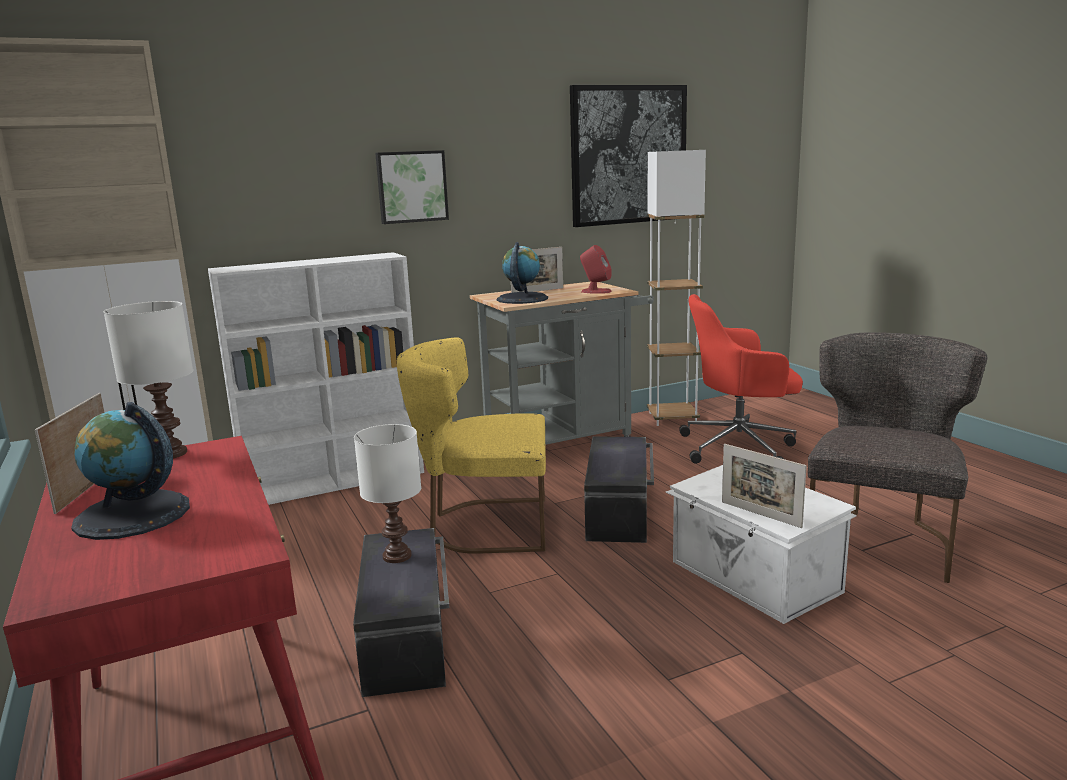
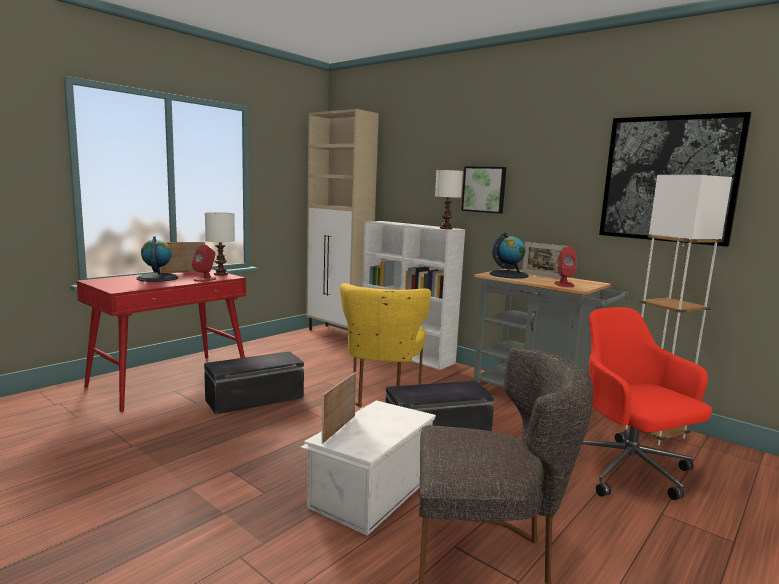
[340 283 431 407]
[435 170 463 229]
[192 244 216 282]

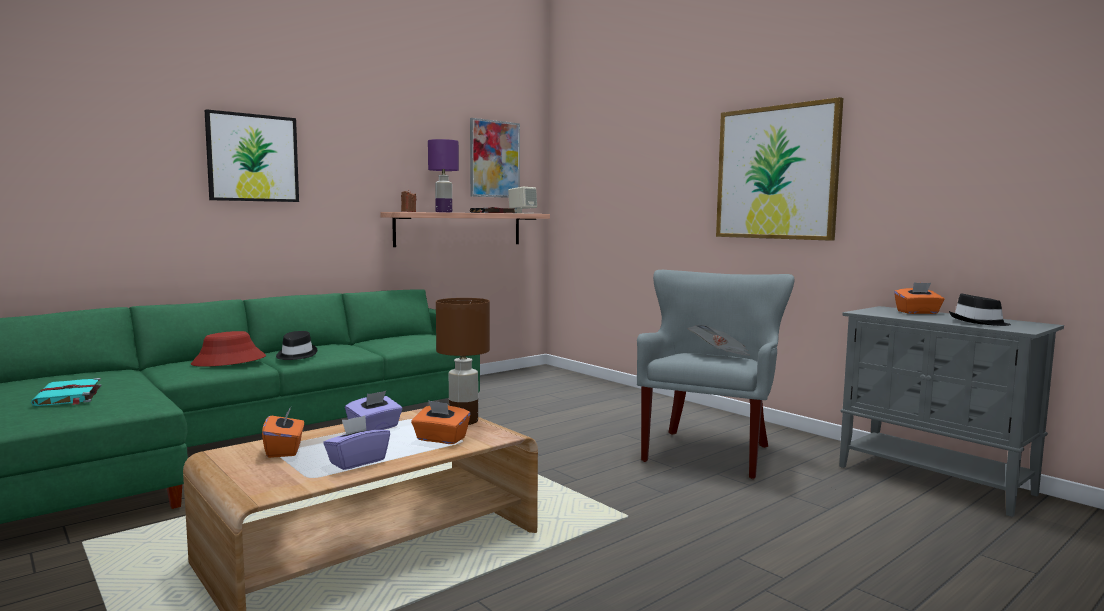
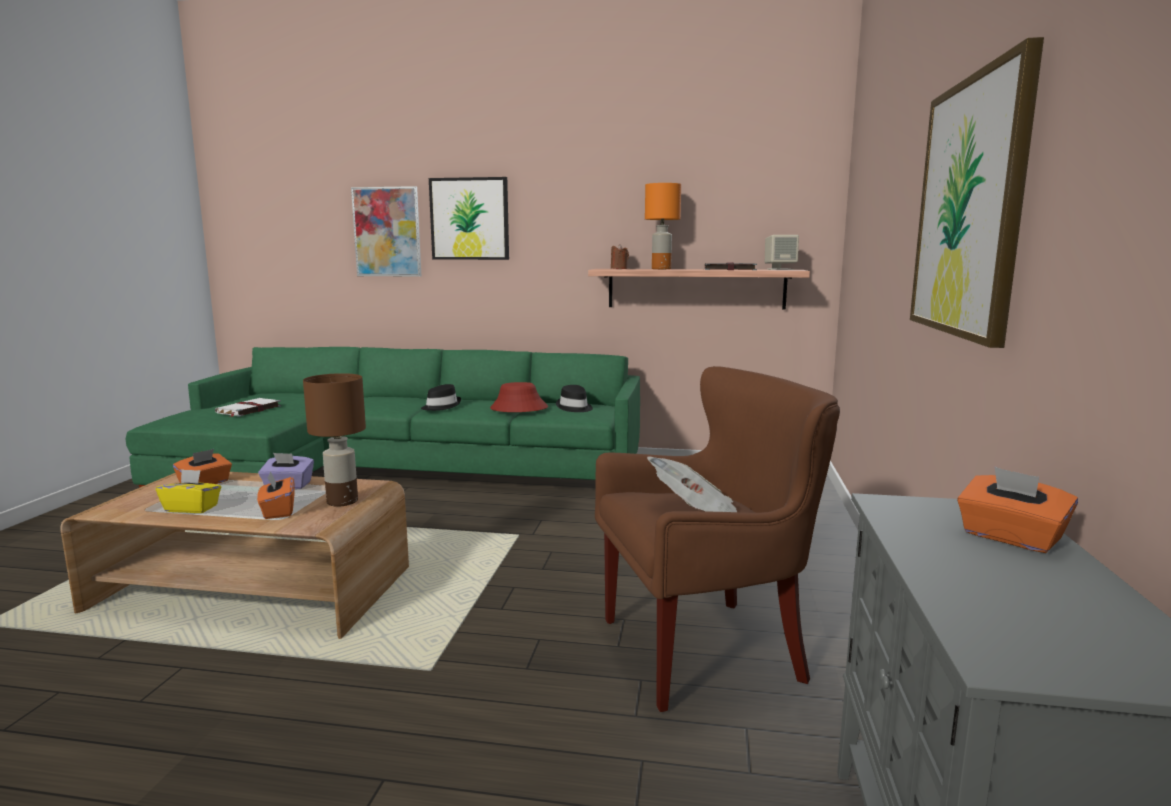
[351 186 421 277]
[645 183 681 269]
[595 366 840 712]
[556 385 593 412]
[490 382 548 412]
[215 398 281 417]
[156 469 221 513]

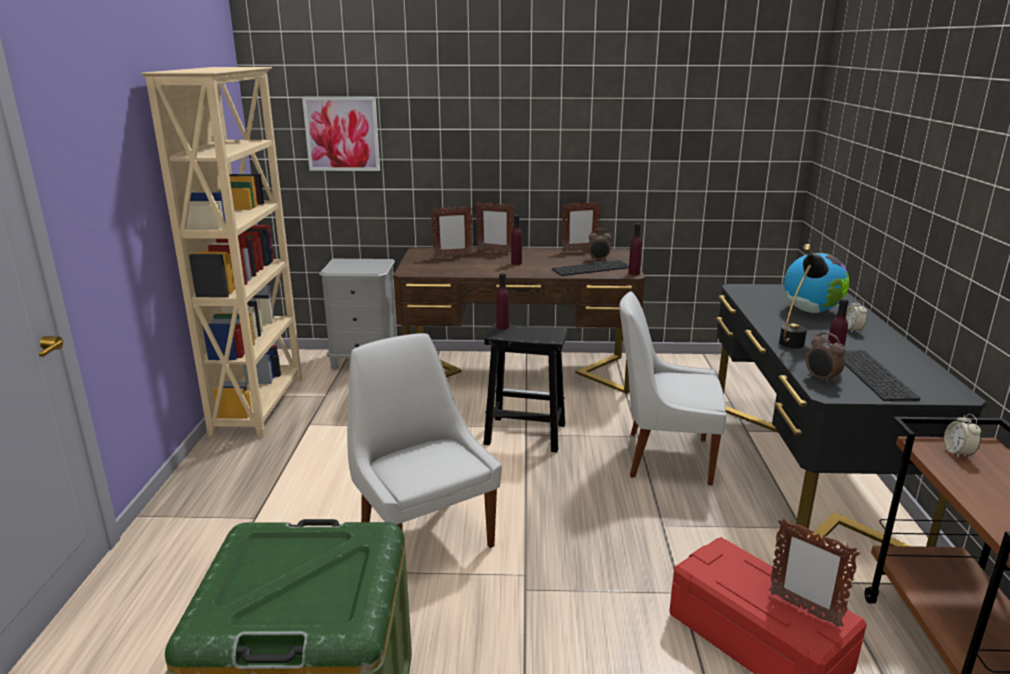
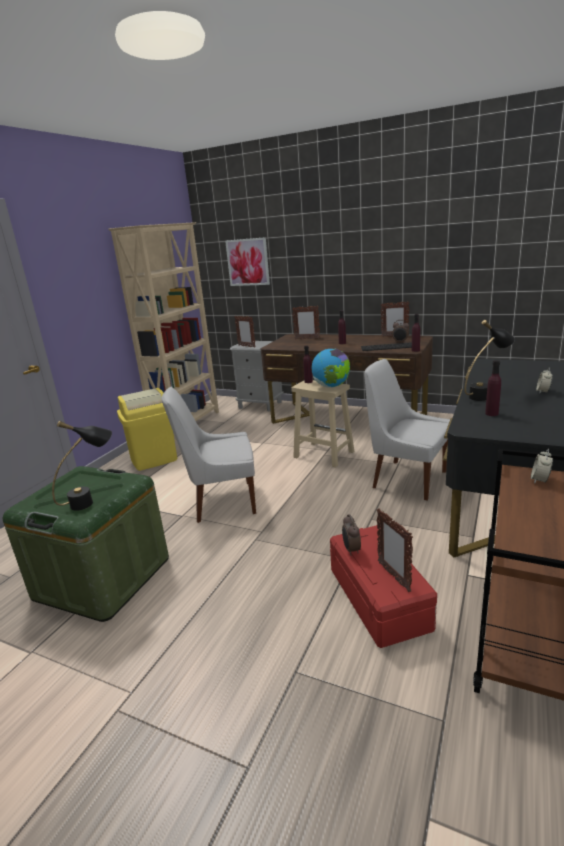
[235 316 256 348]
[312 349 350 388]
[291 380 354 467]
[342 514 361 556]
[162 387 256 523]
[844 350 920 401] (first image)
[117 388 177 471]
[52 421 112 511]

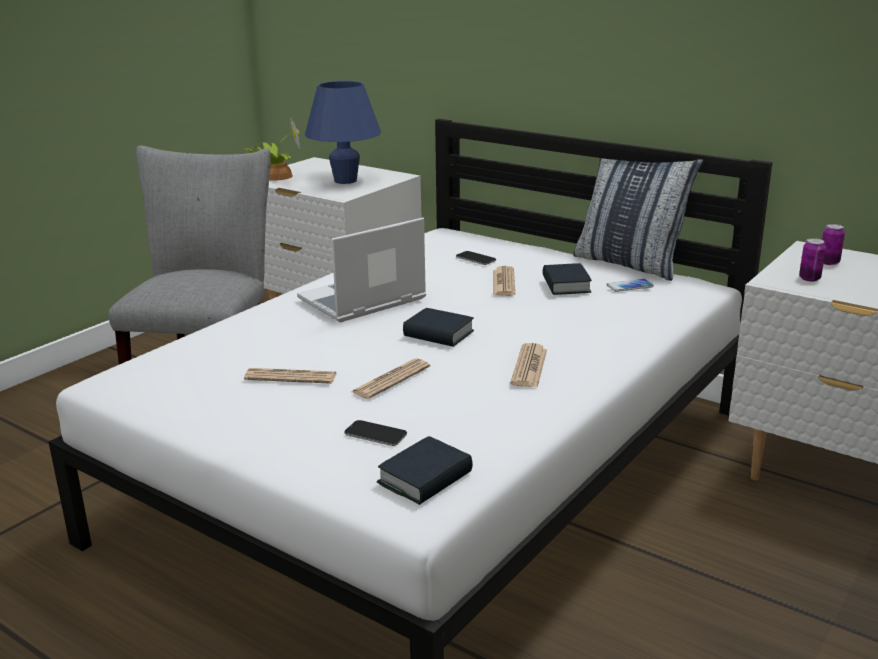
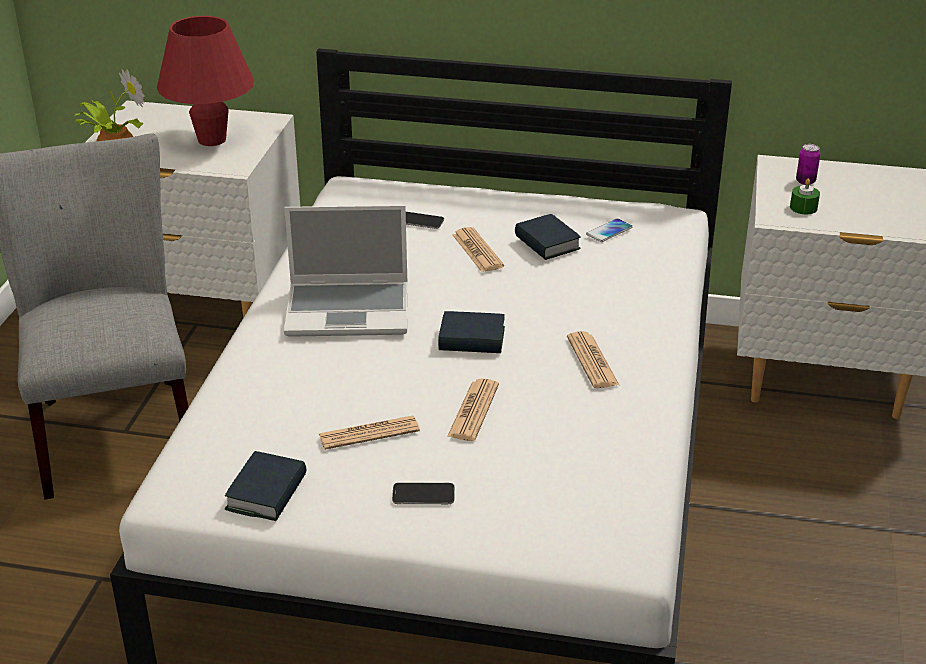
[157 16 254 146]
[573 158 703 281] (first image)
[284 205 408 337]
[790 179 820 214]
[392 483 455 504]
[225 451 307 521]

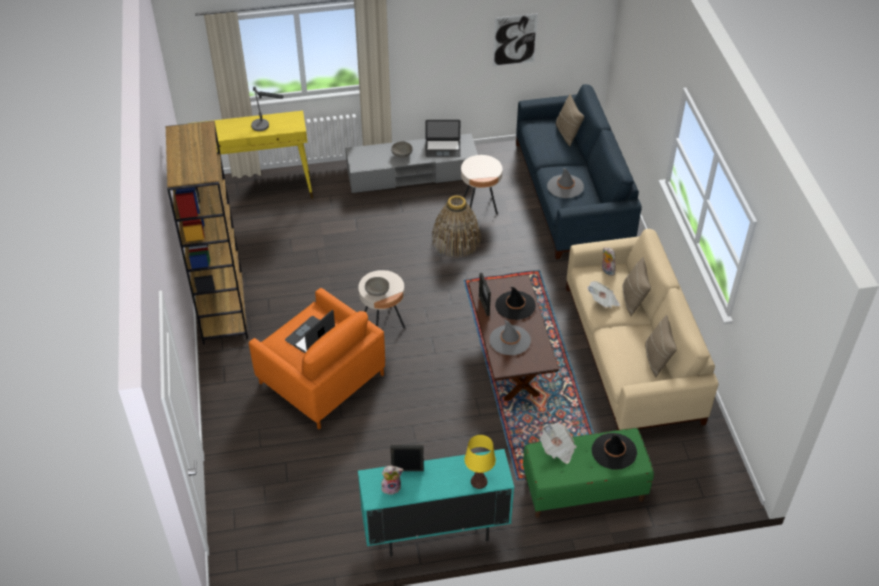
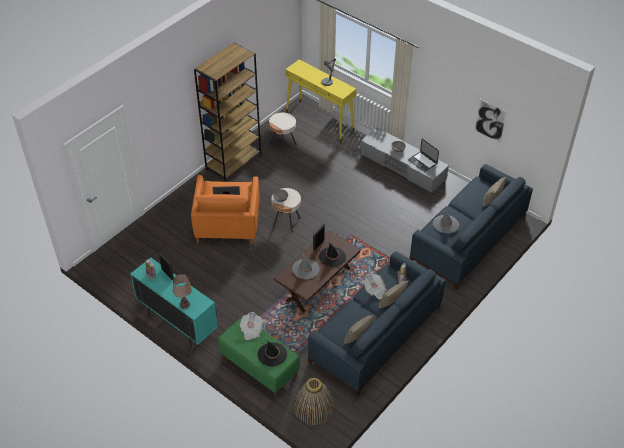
[269 112 297 155]
[294 378 334 426]
[308 251 446 397]
[173 274 192 309]

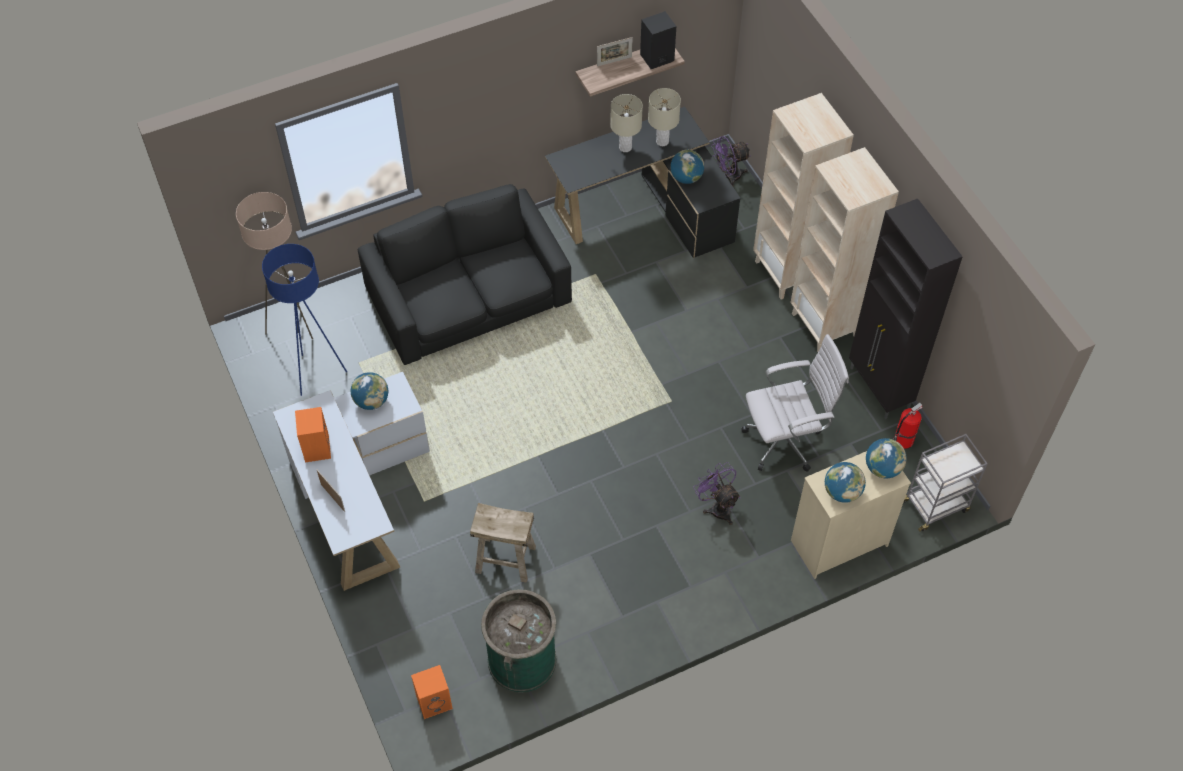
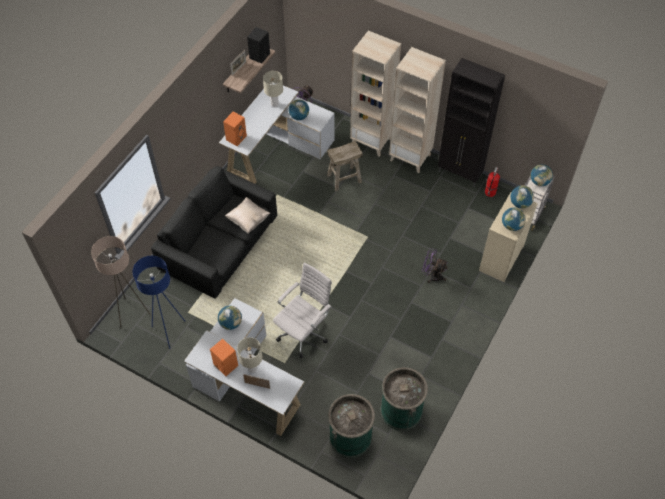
[237 337 262 373]
[219 83 335 184]
[273 262 332 358]
[327 141 363 191]
[223 112 247 146]
[531 164 553 186]
[225 197 270 233]
[328 394 375 458]

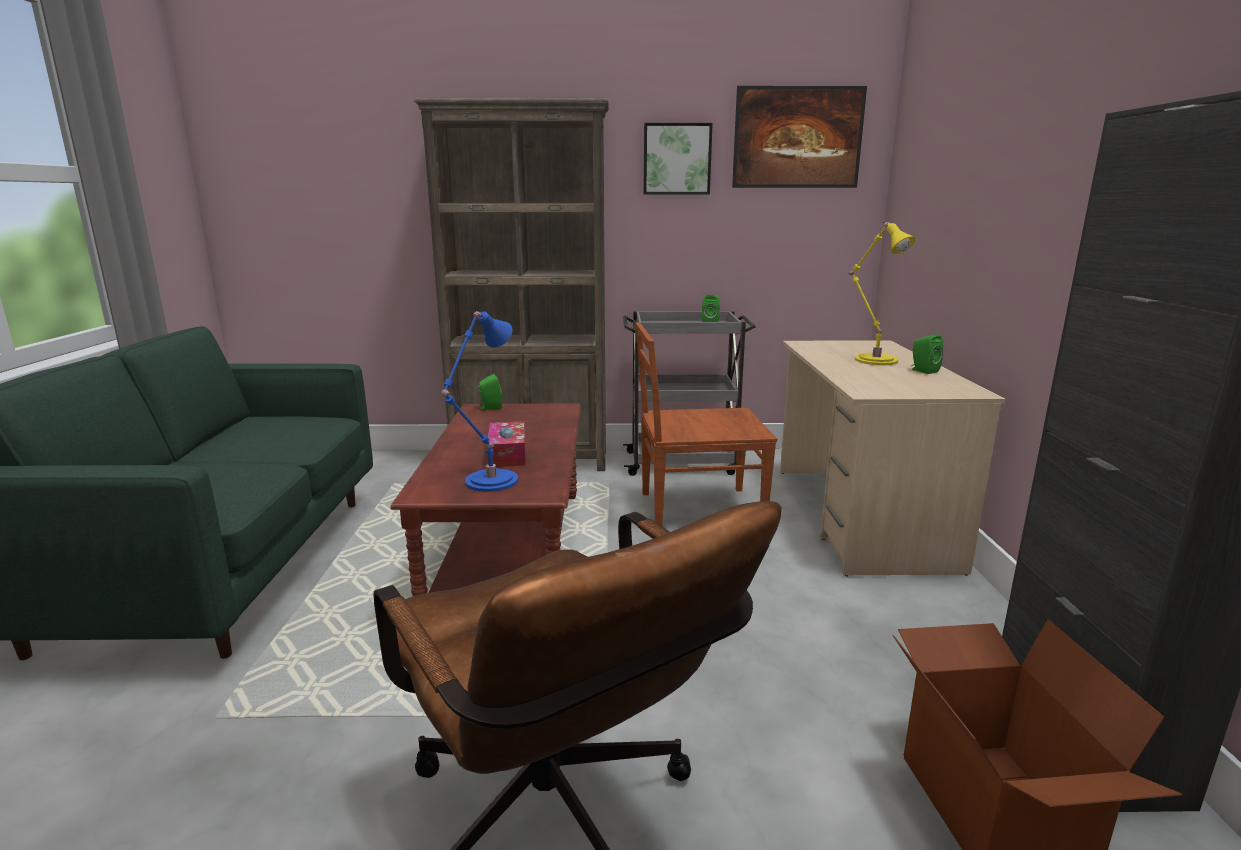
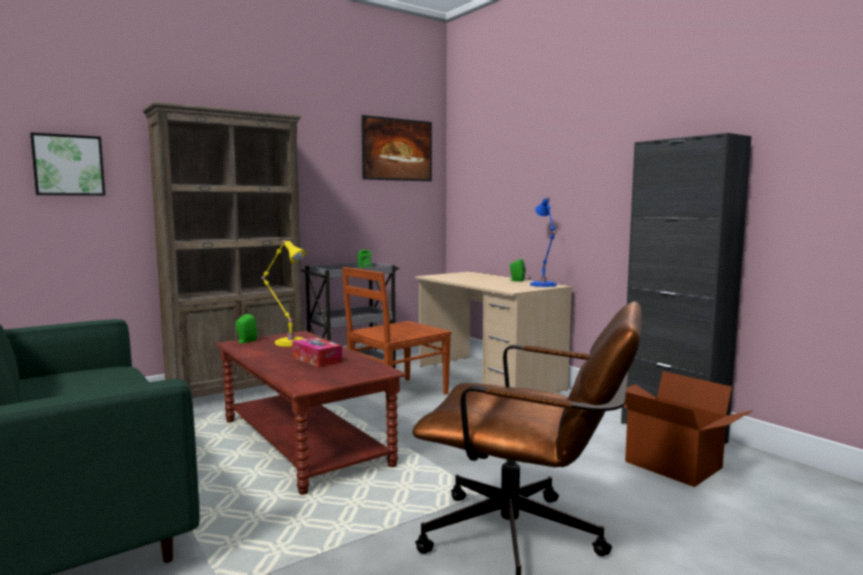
[30 132 105 196]
[261 240 306 347]
[530 197 557 287]

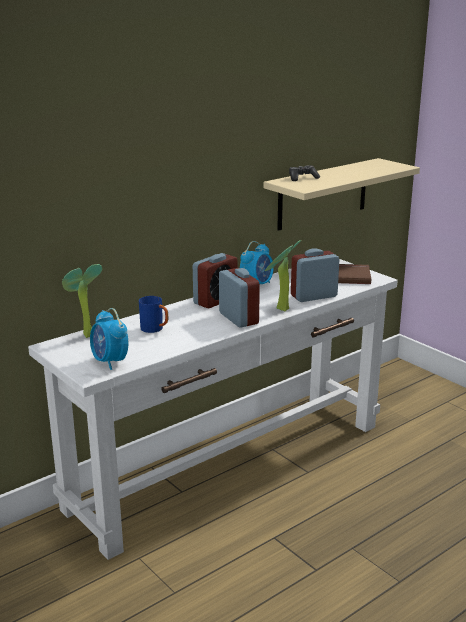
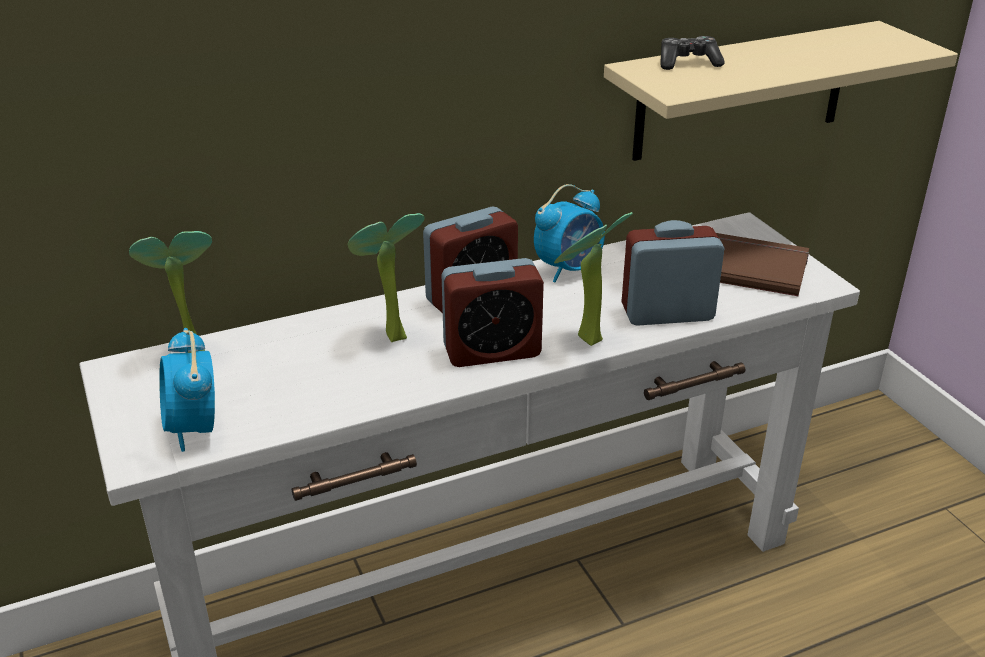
[441 258 544 367]
[139 296 168 333] (first image)
[348 213 425 342]

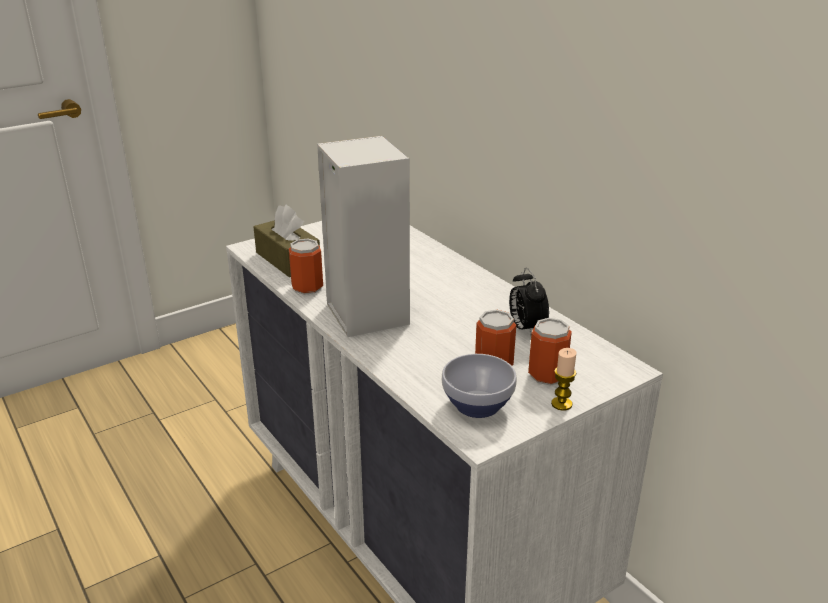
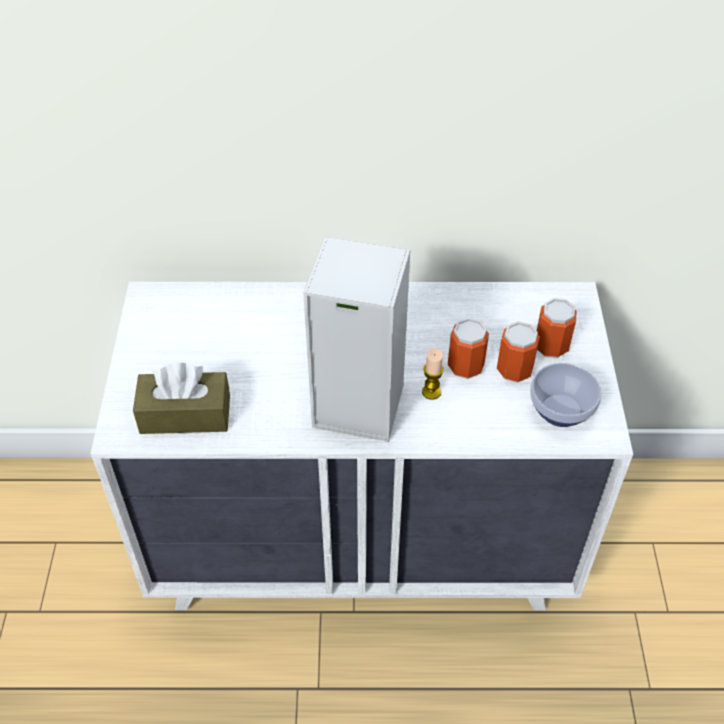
[448 318 489 379]
[509 268 549 337] (first image)
[422 349 444 400]

